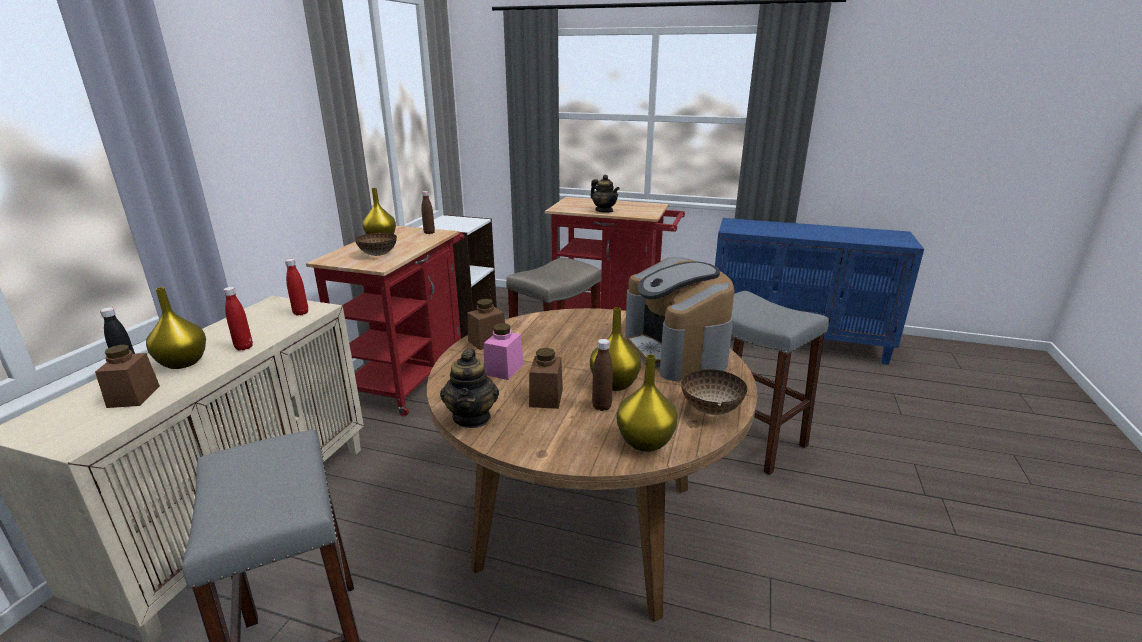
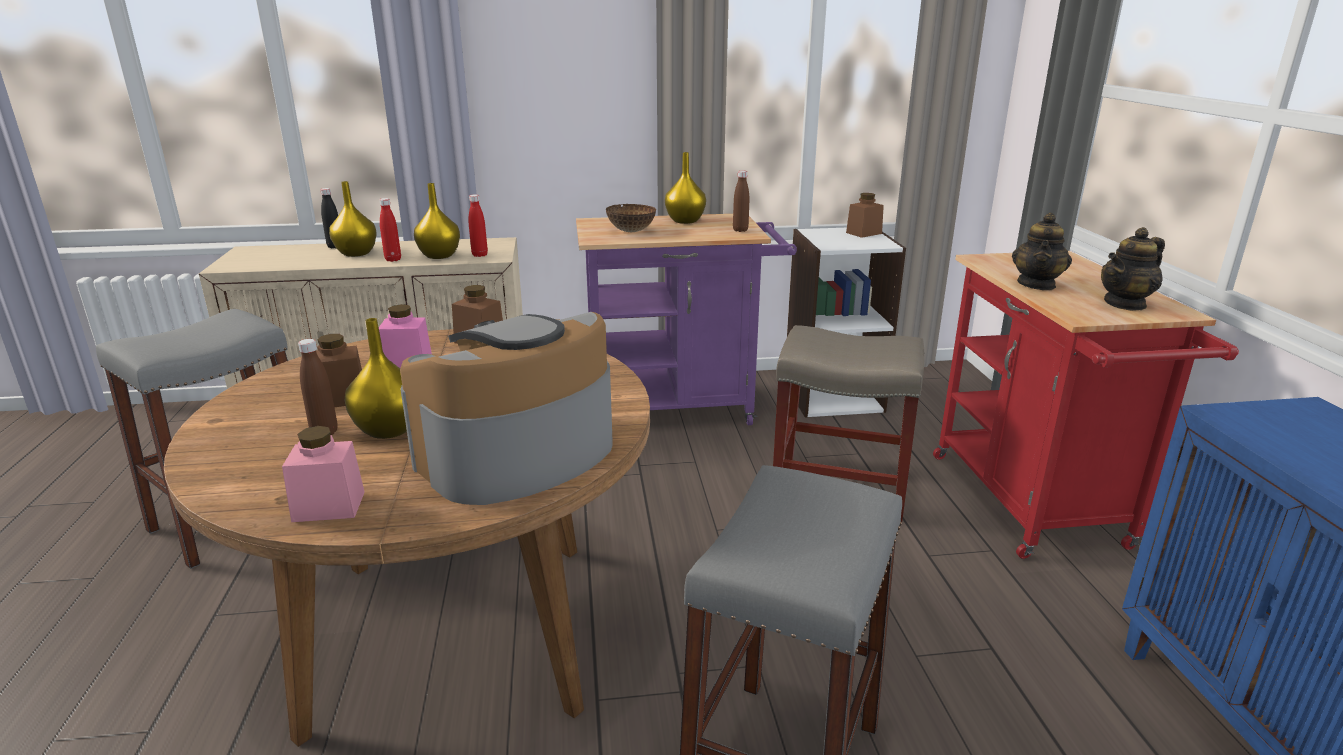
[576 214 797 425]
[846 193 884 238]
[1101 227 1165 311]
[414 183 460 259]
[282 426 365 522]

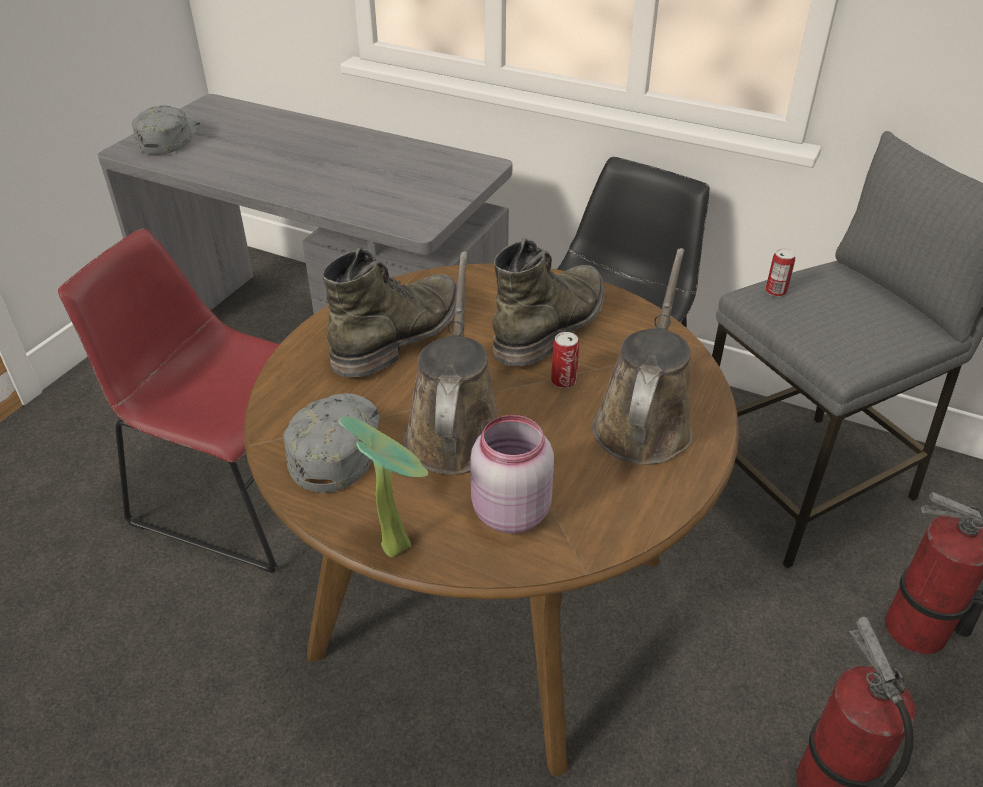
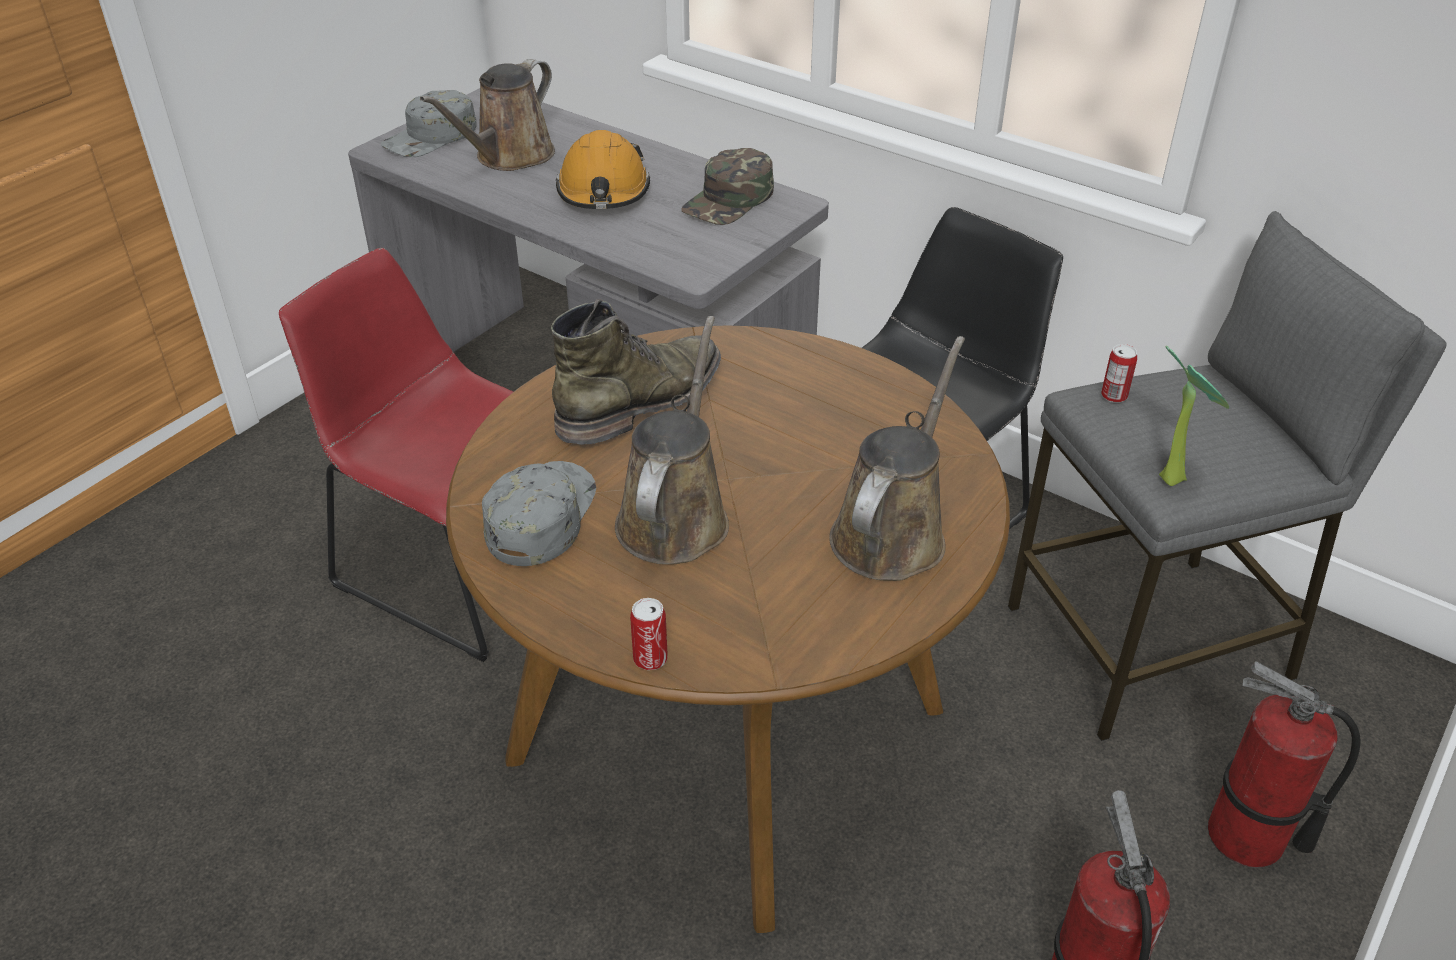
[380 90 477 157]
[493 238 605 366] (first image)
[630 598 668 670]
[470 415 554 534] (first image)
[1159 346 1229 486]
[420 59 555 171]
[556 130 650 209]
[681 148 774 225]

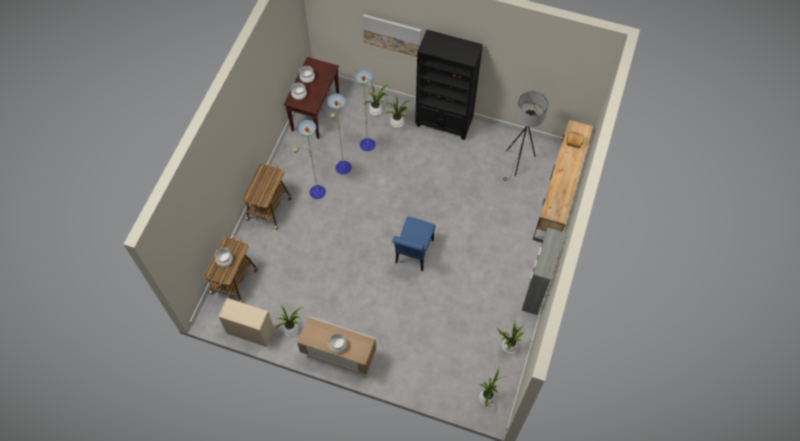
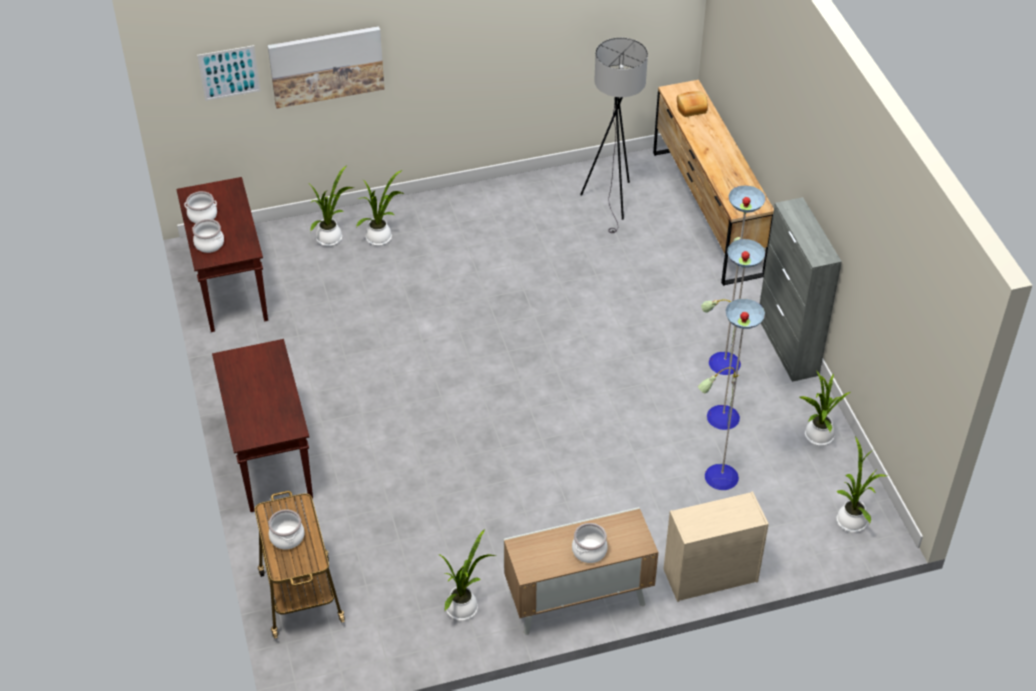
[415 30 483 140] (first image)
[698 185 765 490]
[212 339 313 512]
[392 216 435 271] (first image)
[664 491 769 602]
[197 45 261 101]

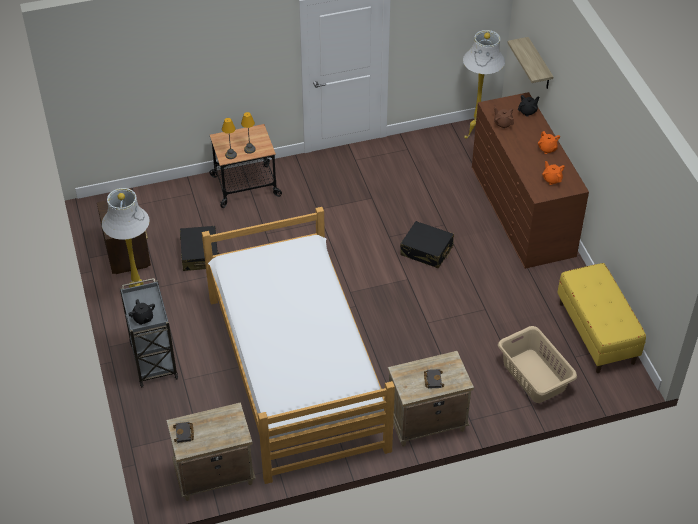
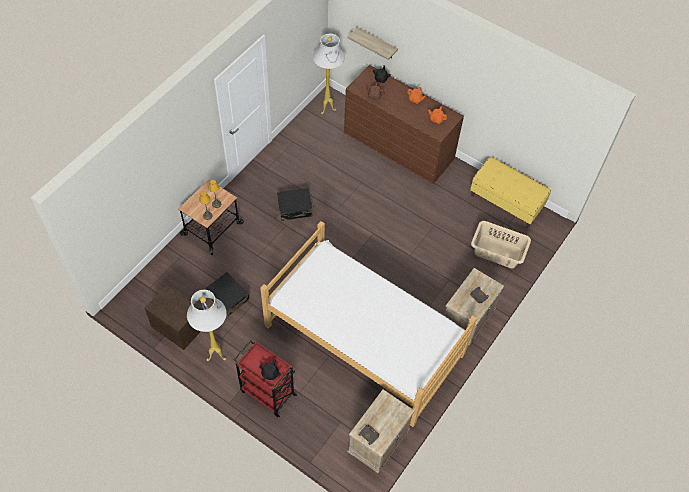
[277 188 314 221]
[234 340 297 417]

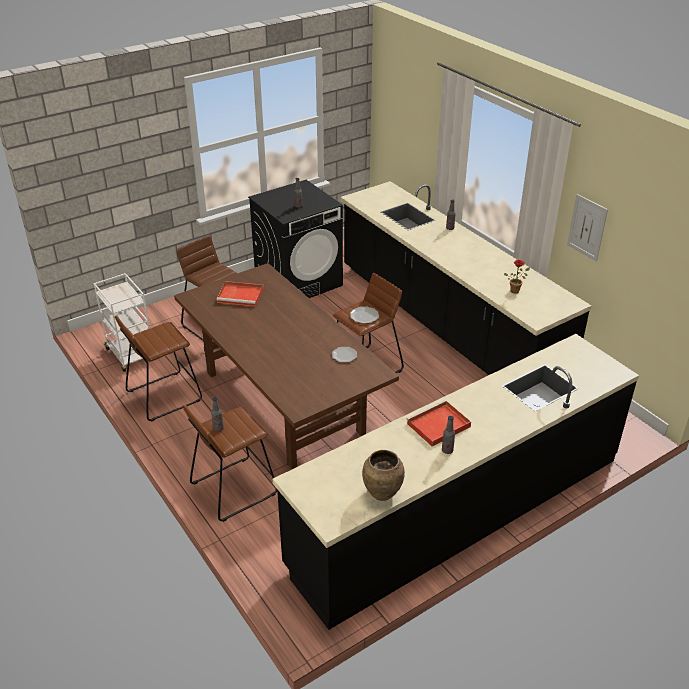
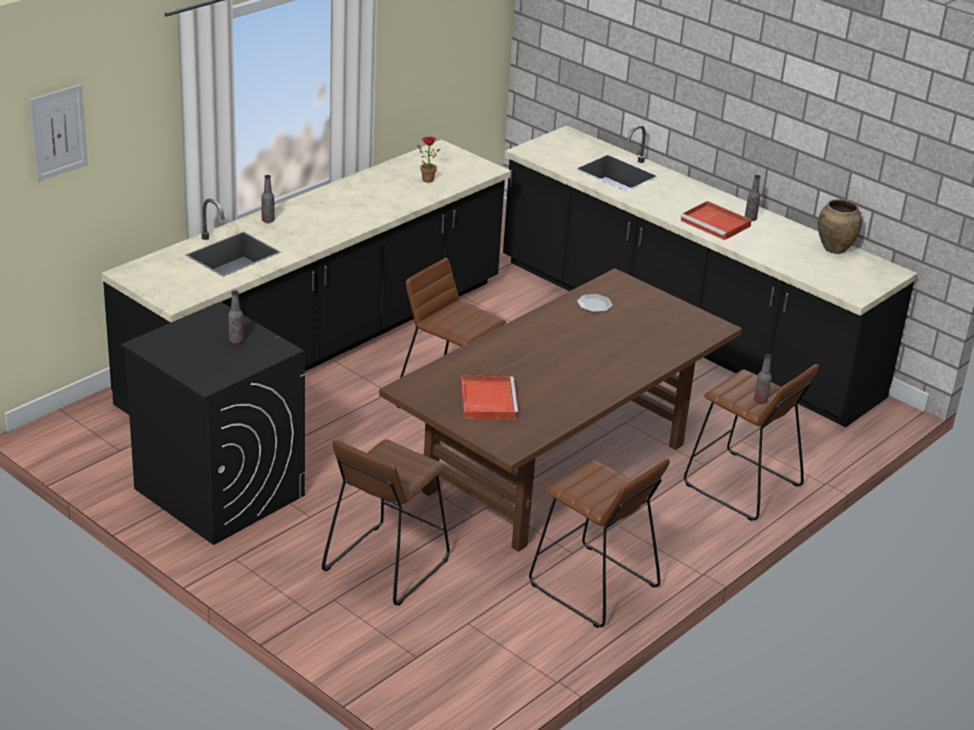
[29 84 88 182]
[94 273 150 372] (first image)
[350 307 379 323] (first image)

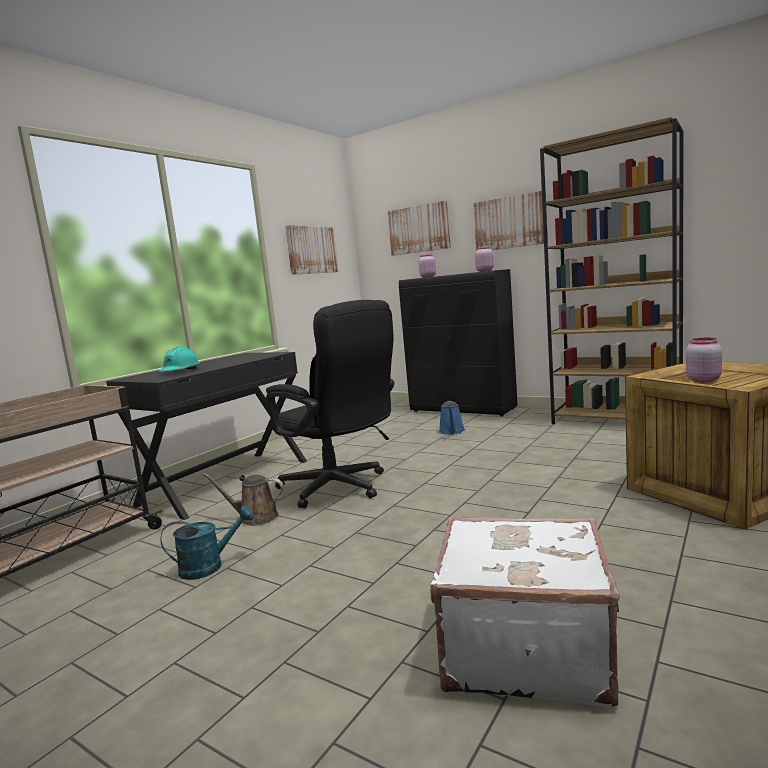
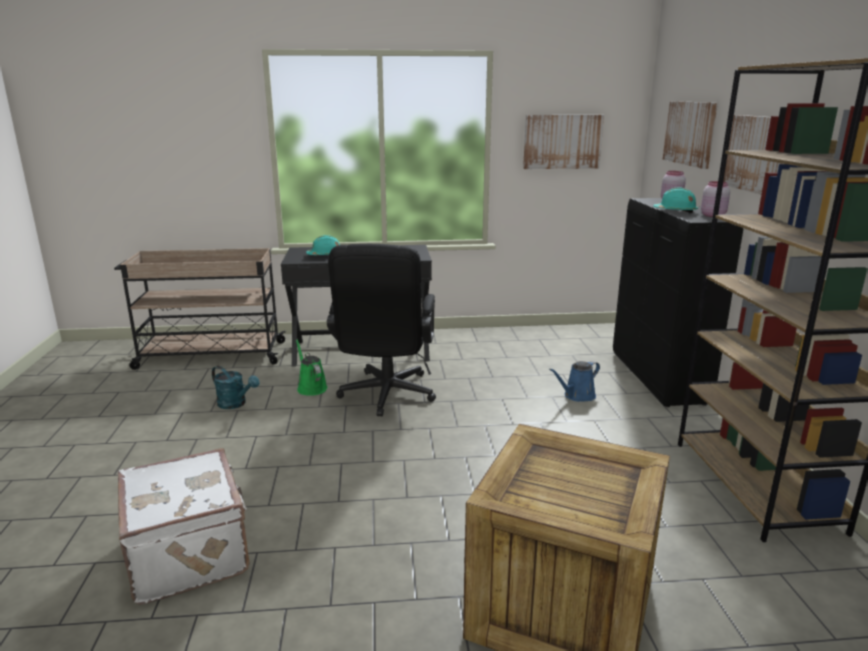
[686 338 722 382] (first image)
[296 340 328 396]
[653 187 698 213]

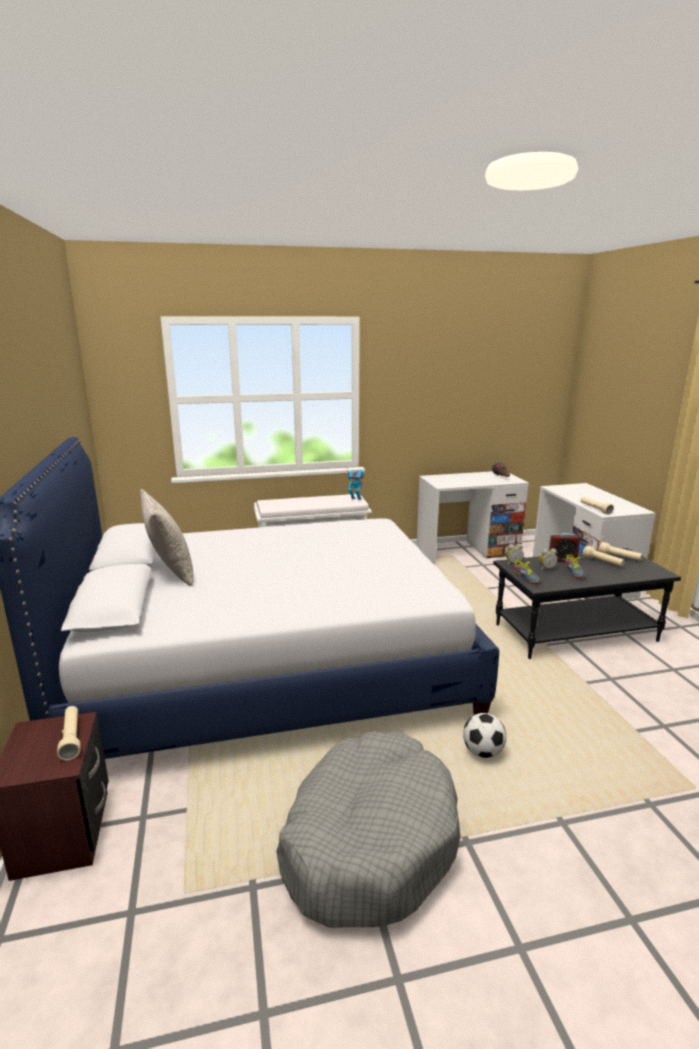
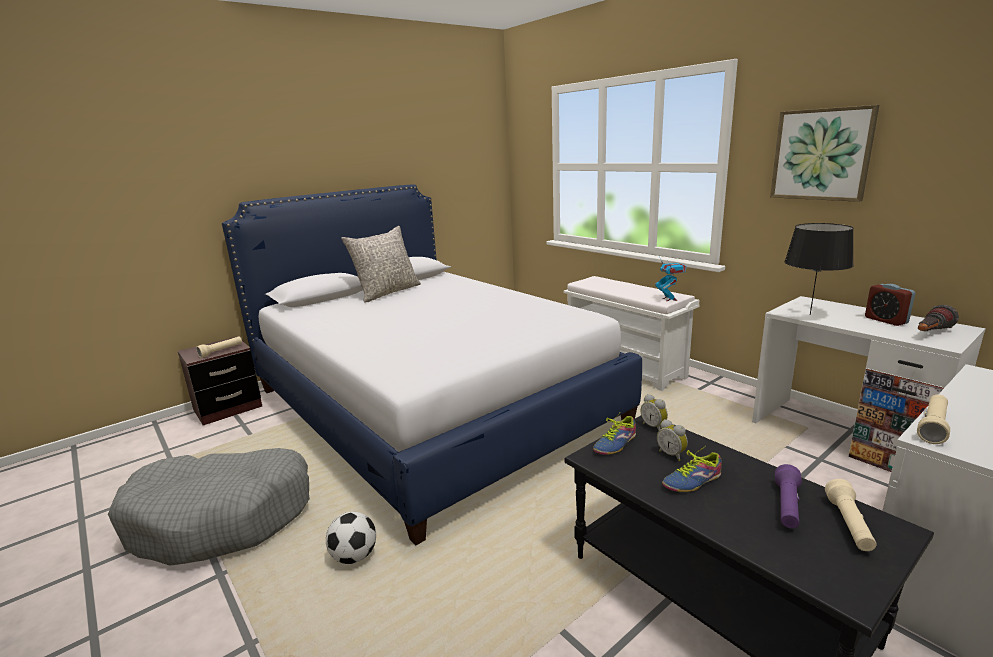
[865 284 915 326]
[775 464 802 528]
[770 105 879 202]
[784 223 854 315]

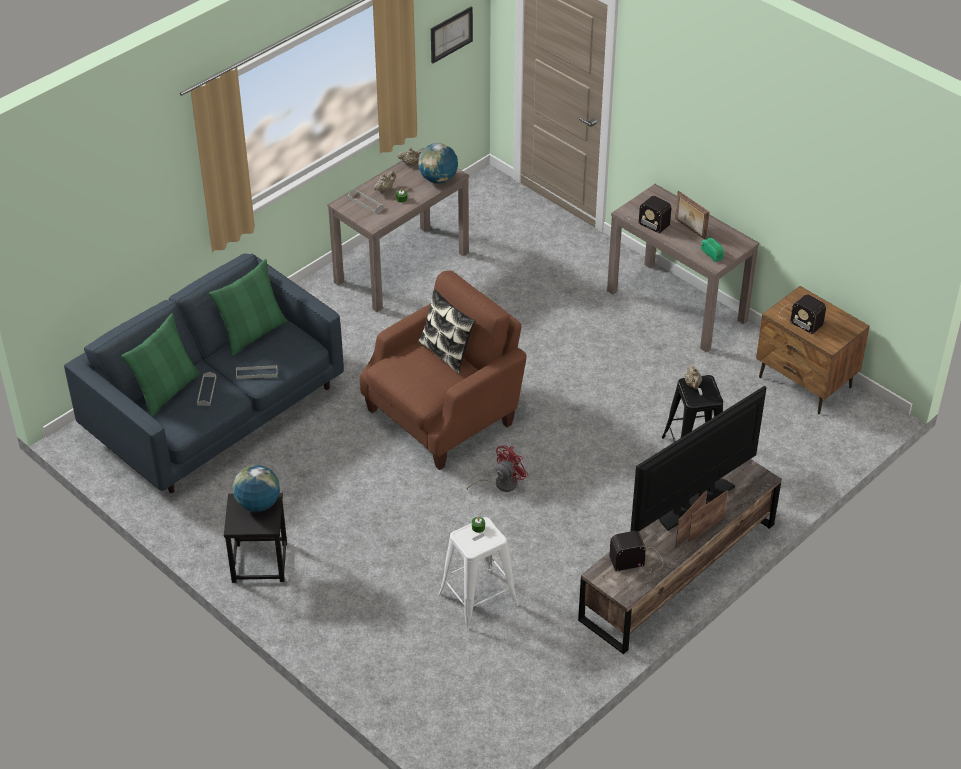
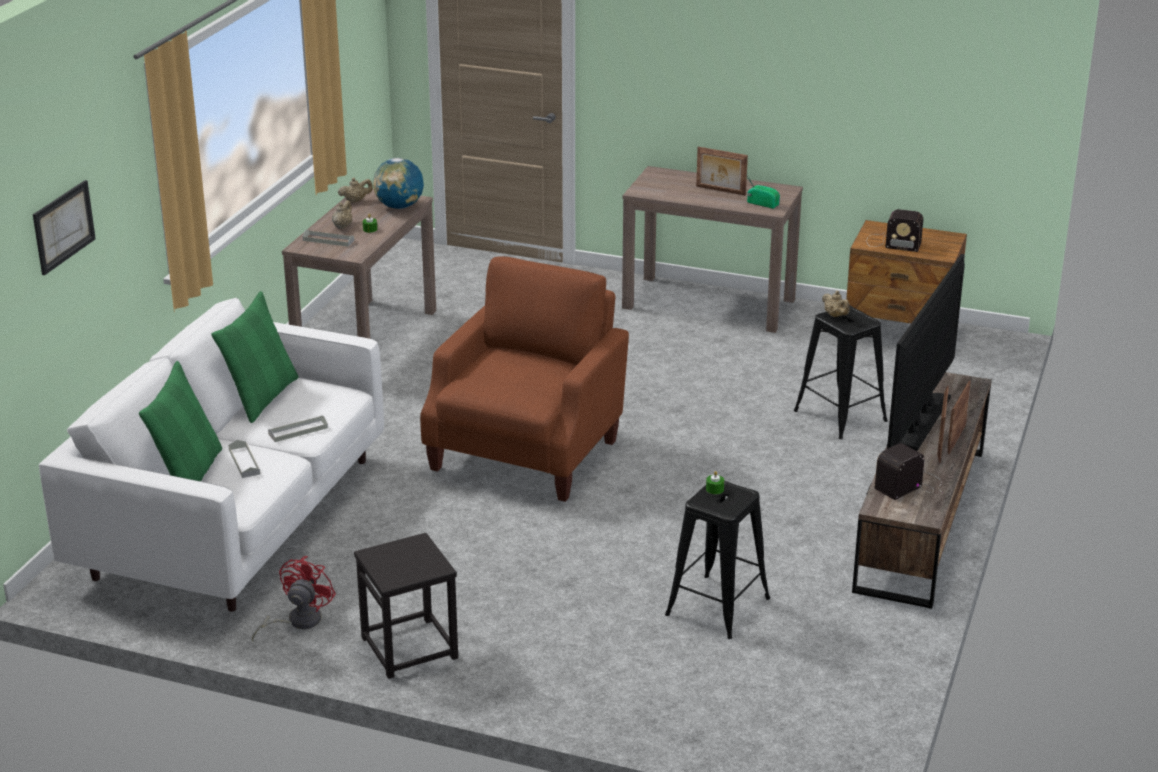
[33 180 96 275]
[628 196 671 234] (first image)
[39 298 384 612]
[418 289 476 374] (first image)
[252 556 336 641]
[233 465 280 512] (first image)
[665 480 770 639]

